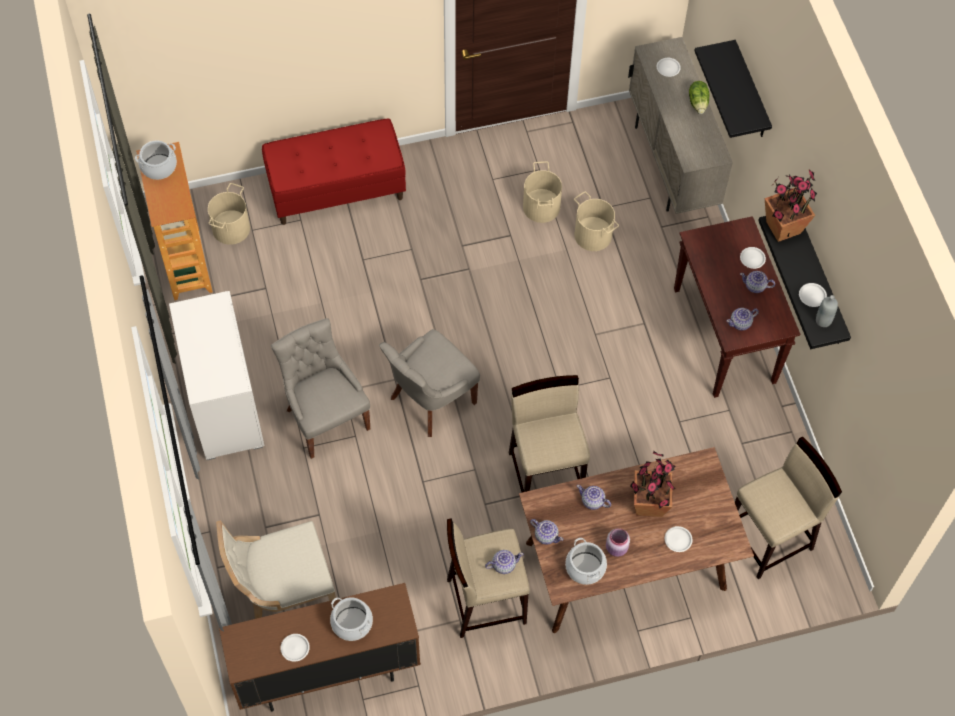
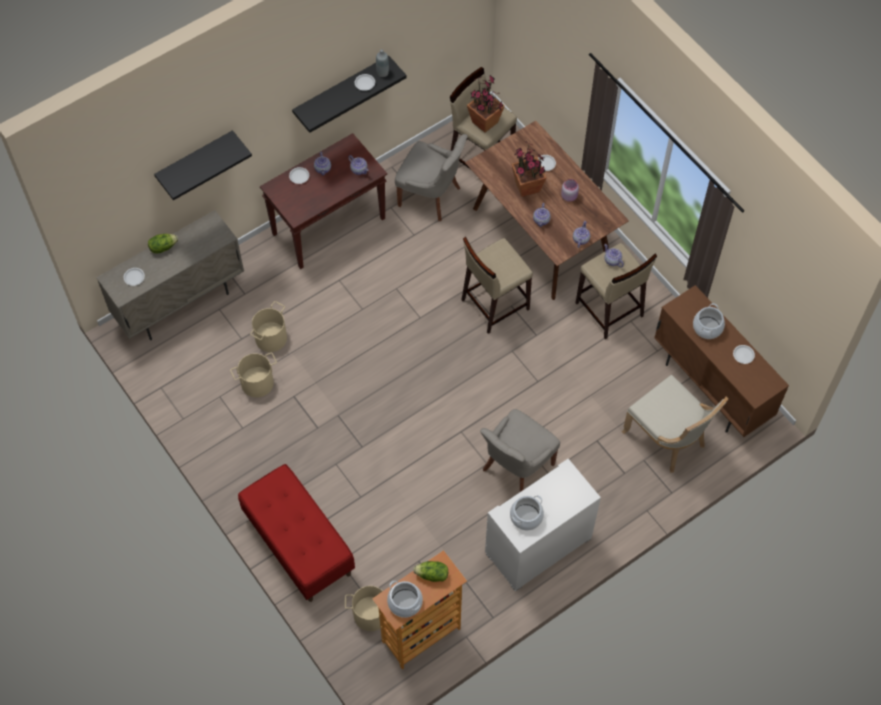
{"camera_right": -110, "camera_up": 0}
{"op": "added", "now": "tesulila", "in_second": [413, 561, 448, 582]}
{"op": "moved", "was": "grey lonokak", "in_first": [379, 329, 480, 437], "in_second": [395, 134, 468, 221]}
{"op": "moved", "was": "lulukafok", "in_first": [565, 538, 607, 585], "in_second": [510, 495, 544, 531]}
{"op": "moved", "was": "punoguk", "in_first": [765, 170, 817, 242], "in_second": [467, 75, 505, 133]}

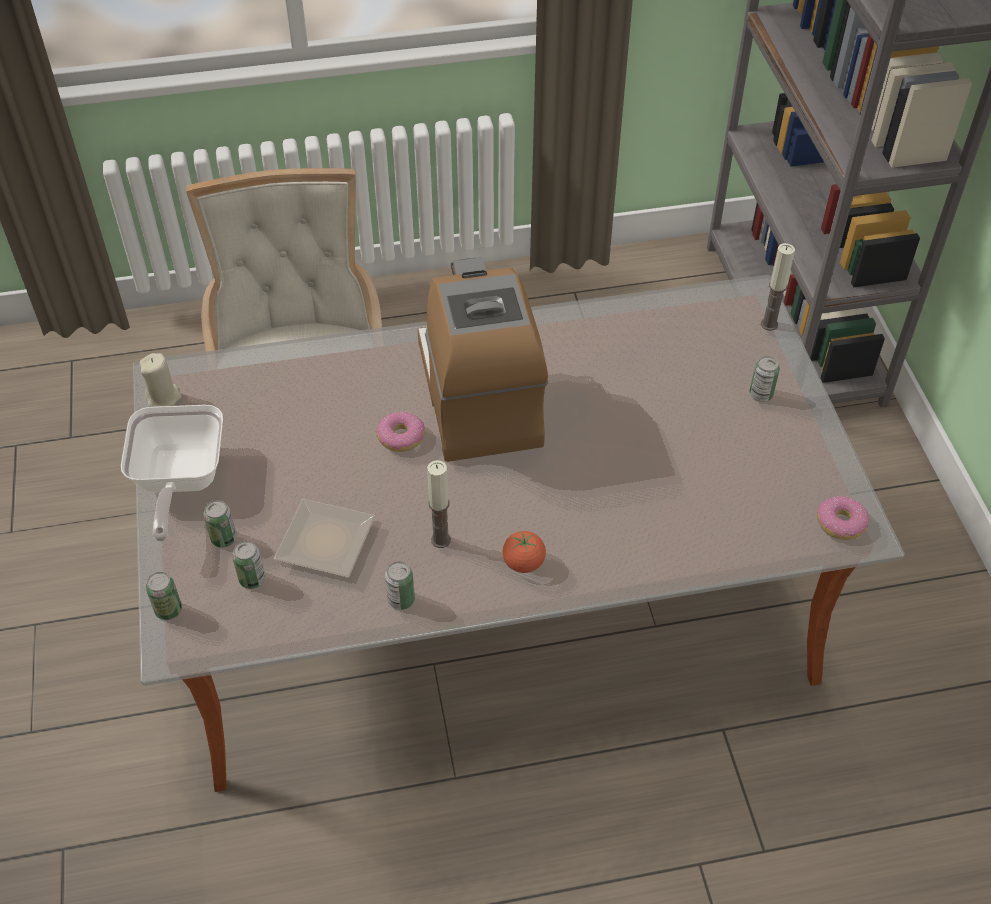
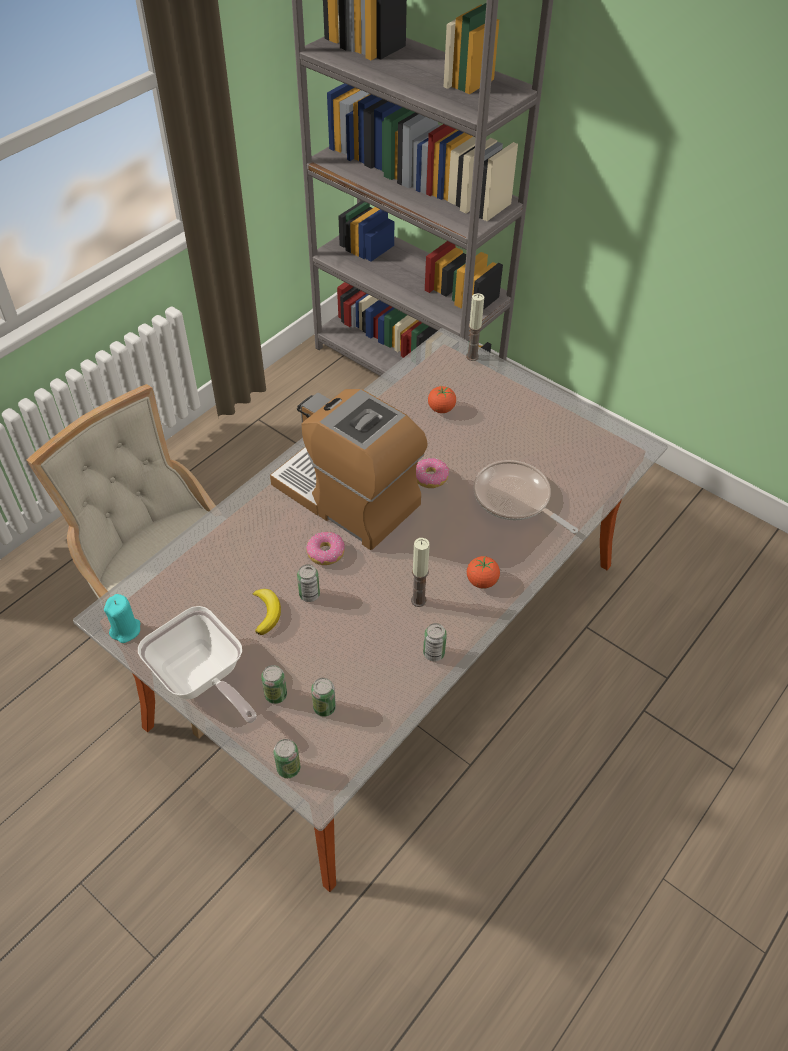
{"camera_right": -40, "camera_up": 0}
{"op": "removed", "was": "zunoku", "in_first": [274, 499, 375, 578]}
{"op": "added", "now": "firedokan", "in_second": [253, 589, 281, 635]}
{"op": "added", "now": "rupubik", "in_second": [428, 386, 456, 413]}
{"op": "added", "now": "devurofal", "in_second": [474, 460, 578, 534]}
{"op": "moved", "was": "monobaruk", "in_first": [750, 356, 780, 402], "in_second": [297, 564, 320, 602]}
{"op": "moved", "was": "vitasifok", "in_first": [817, 496, 869, 540], "in_second": [416, 458, 449, 488]}
{"op": "recoloured", "was": "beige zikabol", "now": "turquoise zikabol", "in_first": [140, 353, 181, 407], "in_second": [104, 594, 140, 643]}

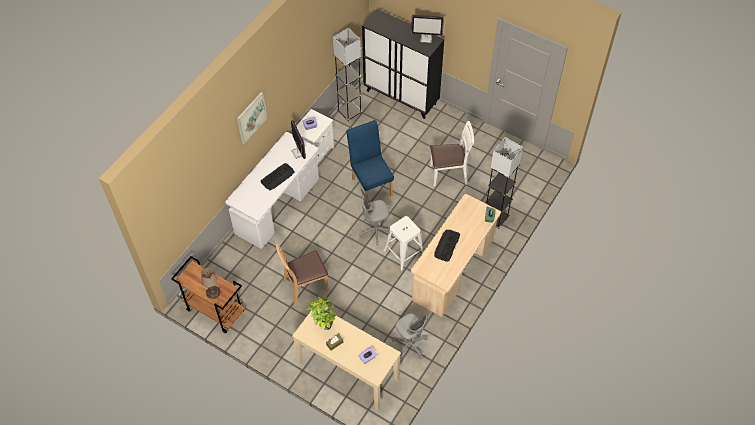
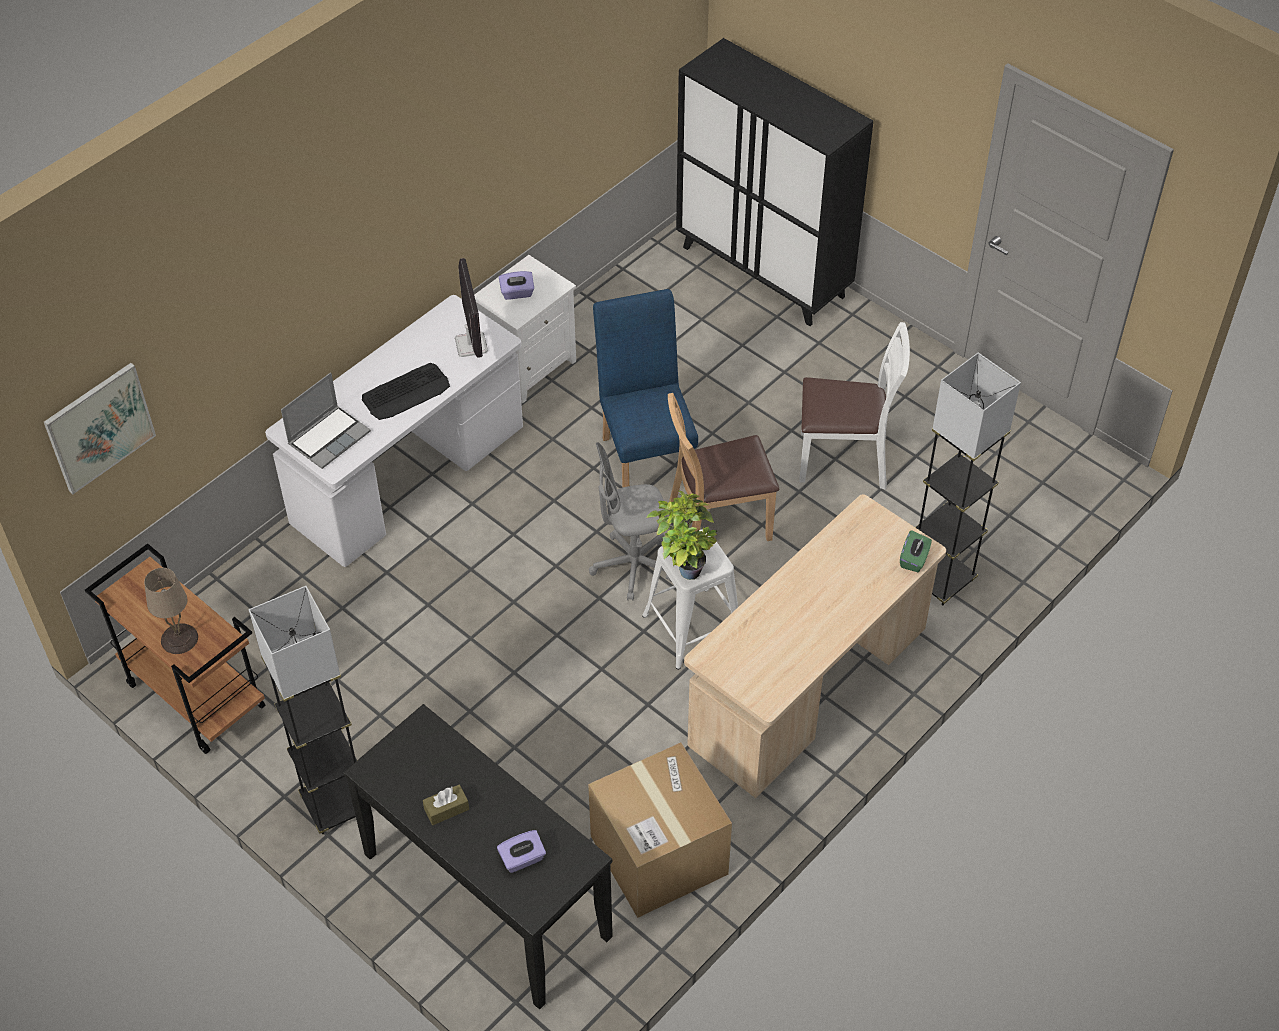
{"camera_right": 10, "camera_up": -5}
{"op": "removed", "was": "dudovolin", "in_first": [411, 15, 444, 43]}
{"op": "removed", "was": "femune", "in_first": [434, 230, 460, 262]}
{"op": "added", "now": "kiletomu", "in_second": [281, 372, 371, 469]}
{"op": "moved", "was": "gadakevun", "in_first": [237, 92, 267, 144], "in_second": [44, 363, 156, 494]}
{"op": "moved", "was": "brown lonokak", "in_first": [276, 244, 329, 306], "in_second": [668, 393, 779, 541]}
{"op": "moved", "was": "punoguk", "in_first": [306, 296, 336, 330], "in_second": [647, 490, 717, 580]}
{"op": "moved", "was": "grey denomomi", "in_first": [333, 28, 362, 122], "in_second": [249, 586, 357, 834]}
{"op": "replaced", "was": "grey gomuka", "now": "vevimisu", "in_first": [392, 313, 428, 359], "in_second": [588, 743, 732, 918]}
{"op": "recoloured", "was": "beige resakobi", "now": "black resakobi", "in_first": [292, 309, 401, 411], "in_second": [344, 704, 613, 1009]}

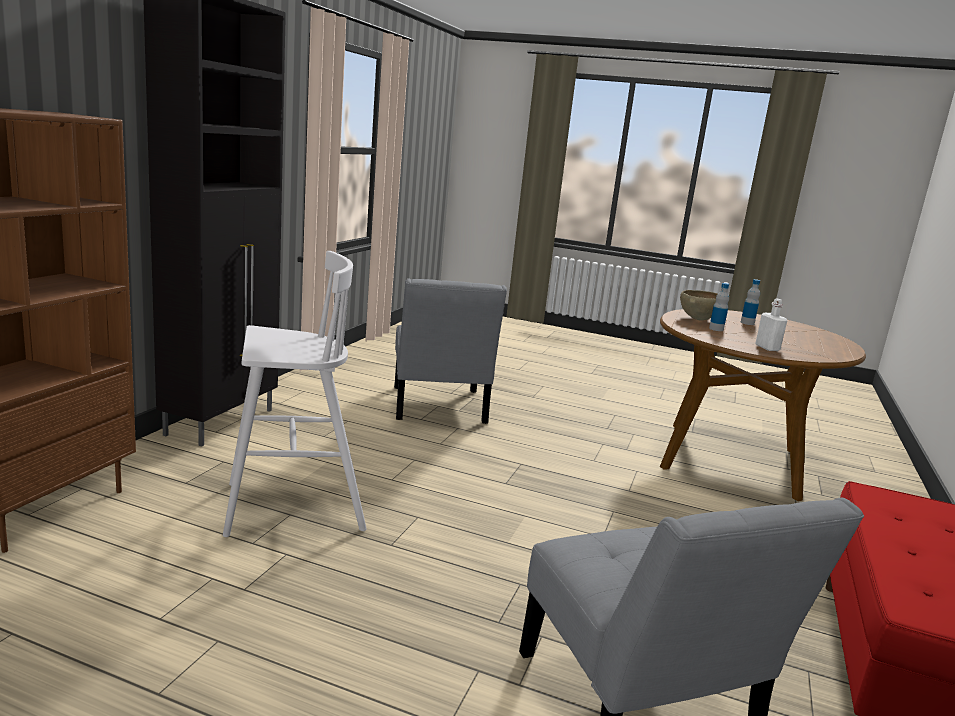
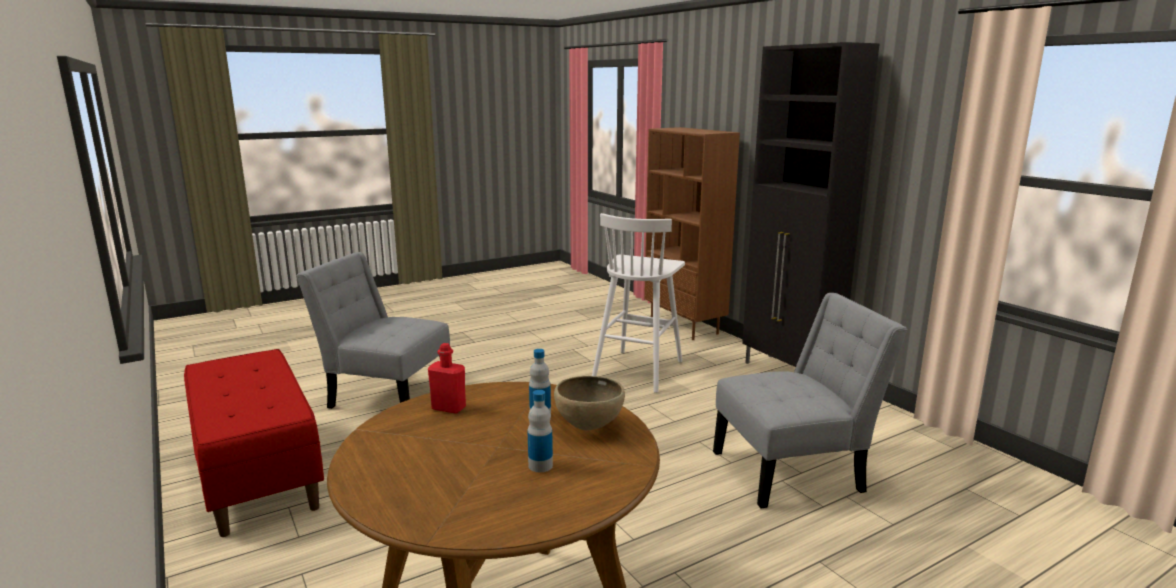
{"camera_right": 130, "camera_up": 0}
{"op": "recoloured", "was": "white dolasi", "now": "red dolasi", "in_first": [755, 299, 788, 351], "in_second": [428, 343, 466, 414]}
{"op": "turned", "was": "grey lonokak", "in_first": [394, 278, 507, 424], "in_second": [713, 293, 908, 509], "clockwise": 135}

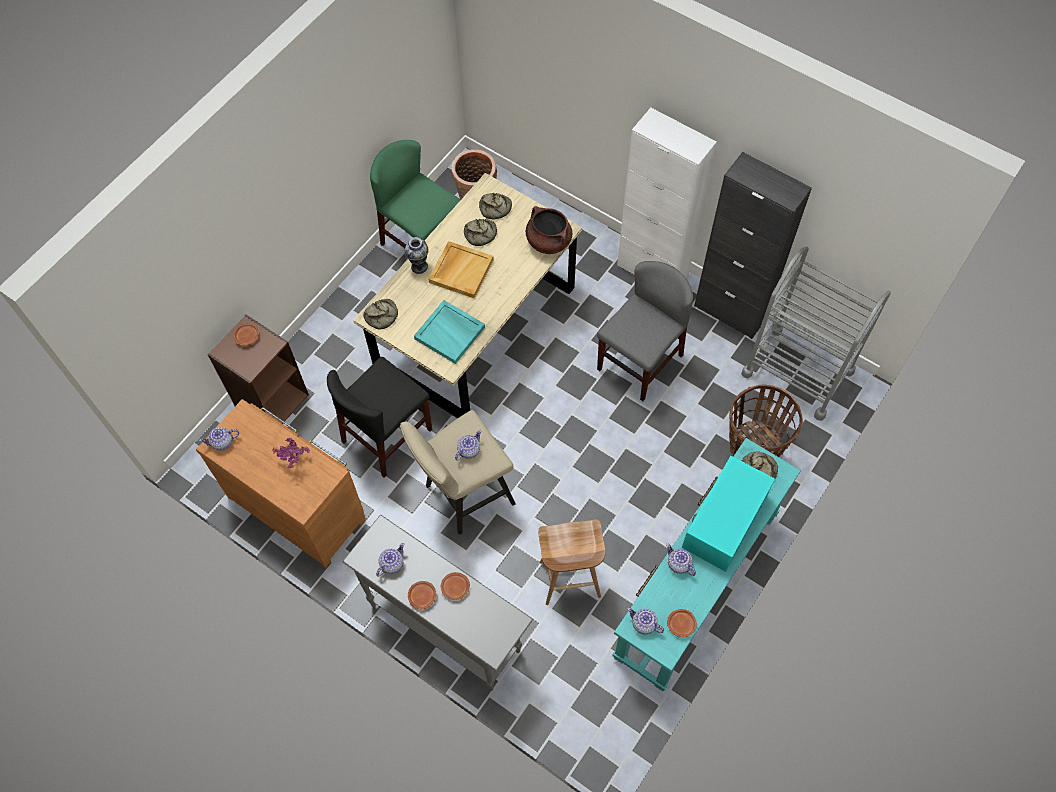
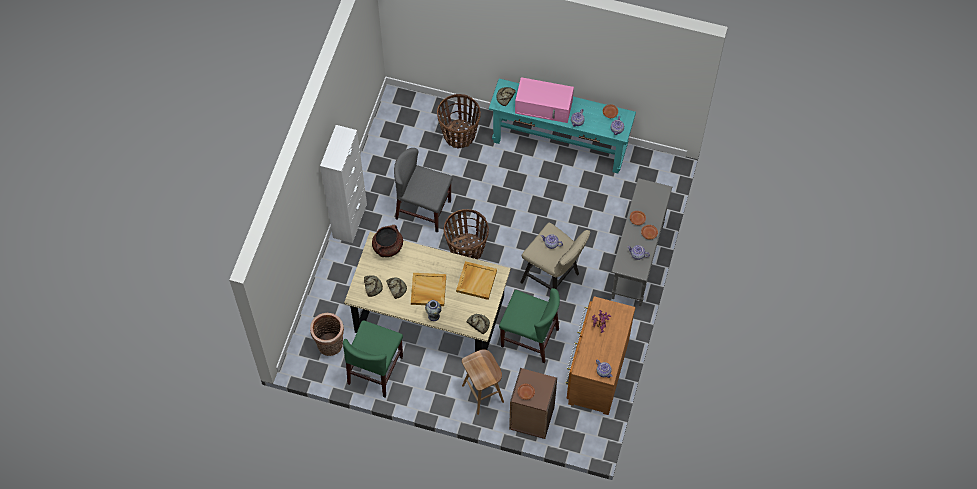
{"camera_right": -110, "camera_up": 0}
{"op": "removed", "was": "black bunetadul", "in_first": [694, 152, 812, 339]}
{"op": "removed", "was": "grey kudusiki", "in_first": [741, 247, 891, 421]}
{"op": "added", "now": "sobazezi", "in_second": [444, 209, 489, 259]}
{"op": "moved", "was": "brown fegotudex", "in_first": [538, 519, 606, 605], "in_second": [462, 349, 504, 415]}
{"op": "recoloured", "was": "black lonokak", "now": "green lonokak", "in_first": [327, 357, 432, 478], "in_second": [499, 288, 560, 363]}
{"op": "recoloured", "was": "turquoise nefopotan", "now": "beige nefopotan", "in_first": [414, 300, 485, 364], "in_second": [456, 261, 497, 300]}
{"op": "recoloured", "was": "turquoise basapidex", "now": "pink basapidex", "in_first": [682, 456, 775, 572], "in_second": [515, 77, 574, 123]}

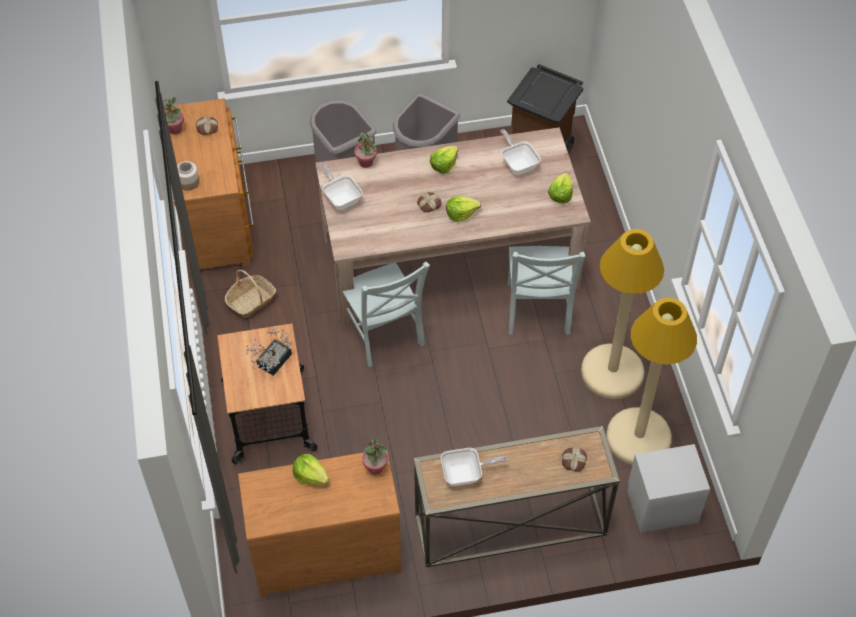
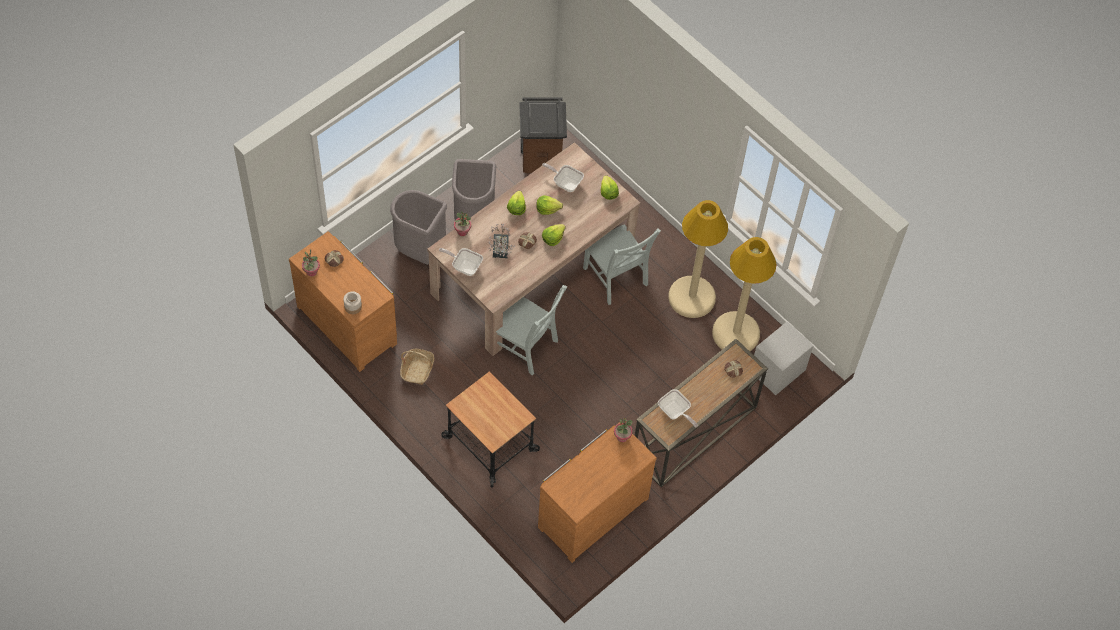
{"camera_right": -35, "camera_up": 5}
{"op": "moved", "was": "punoguk", "in_first": [246, 327, 292, 376], "in_second": [488, 223, 515, 258]}
{"op": "moved", "was": "tesulila", "in_first": [293, 454, 329, 485], "in_second": [536, 195, 563, 215]}
{"op": "turned", "was": "devurofal", "in_first": [441, 448, 507, 486], "in_second": [658, 389, 698, 428], "clockwise": 90}

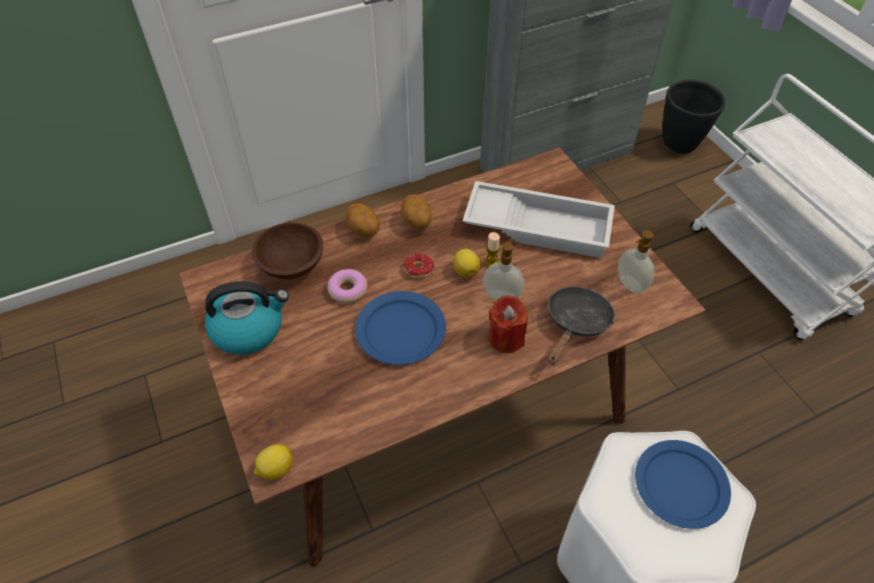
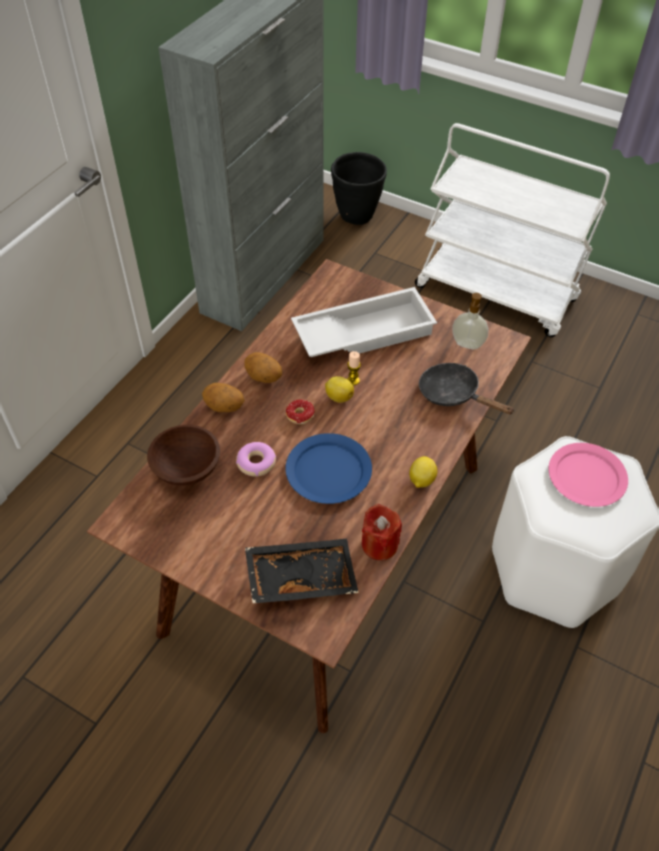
{"camera_right": -35, "camera_up": 0}
{"op": "removed", "was": "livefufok", "in_first": [205, 281, 289, 355]}
{"op": "removed", "was": "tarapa", "in_first": [483, 238, 524, 300]}
{"op": "added", "now": "black nefopotan", "in_second": [245, 539, 359, 603]}
{"op": "moved", "was": "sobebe", "in_first": [254, 444, 293, 480], "in_second": [409, 456, 437, 488]}
{"op": "moved", "was": "red zikabol", "in_first": [489, 296, 528, 353], "in_second": [362, 504, 402, 560]}
{"op": "recoloured", "was": "blue zunoku", "now": "pink zunoku", "in_first": [635, 440, 731, 529], "in_second": [548, 443, 628, 507]}
{"op": "turned", "was": "black devurofal", "in_first": [548, 287, 615, 365], "in_second": [419, 363, 515, 414], "clockwise": -45}

